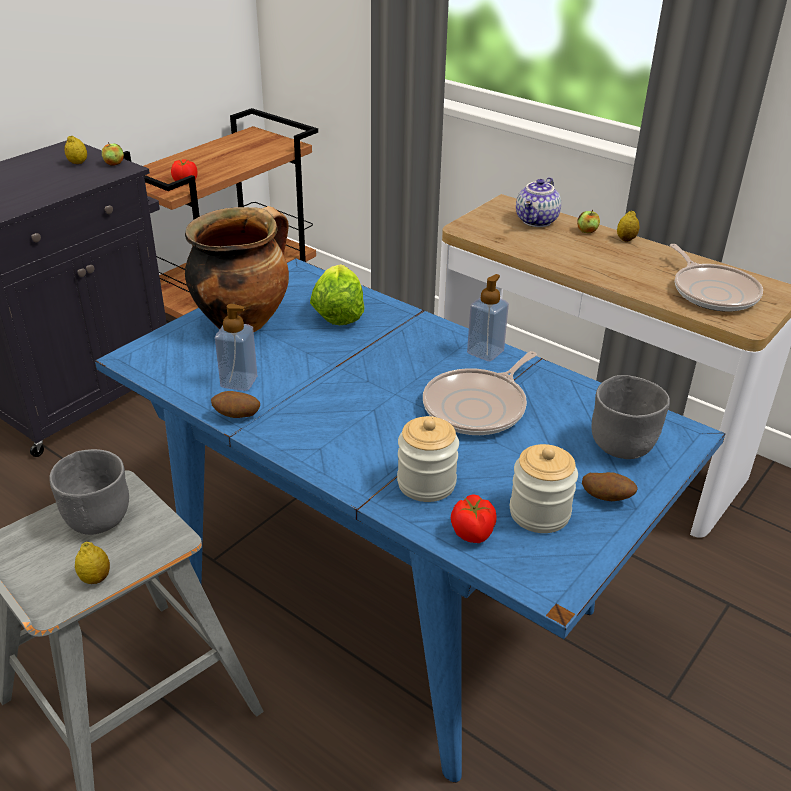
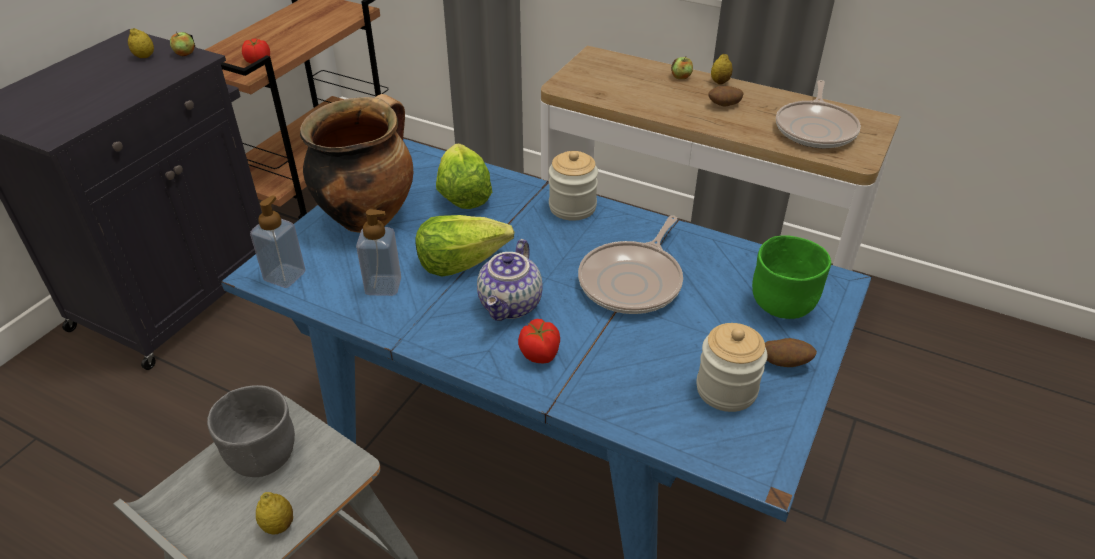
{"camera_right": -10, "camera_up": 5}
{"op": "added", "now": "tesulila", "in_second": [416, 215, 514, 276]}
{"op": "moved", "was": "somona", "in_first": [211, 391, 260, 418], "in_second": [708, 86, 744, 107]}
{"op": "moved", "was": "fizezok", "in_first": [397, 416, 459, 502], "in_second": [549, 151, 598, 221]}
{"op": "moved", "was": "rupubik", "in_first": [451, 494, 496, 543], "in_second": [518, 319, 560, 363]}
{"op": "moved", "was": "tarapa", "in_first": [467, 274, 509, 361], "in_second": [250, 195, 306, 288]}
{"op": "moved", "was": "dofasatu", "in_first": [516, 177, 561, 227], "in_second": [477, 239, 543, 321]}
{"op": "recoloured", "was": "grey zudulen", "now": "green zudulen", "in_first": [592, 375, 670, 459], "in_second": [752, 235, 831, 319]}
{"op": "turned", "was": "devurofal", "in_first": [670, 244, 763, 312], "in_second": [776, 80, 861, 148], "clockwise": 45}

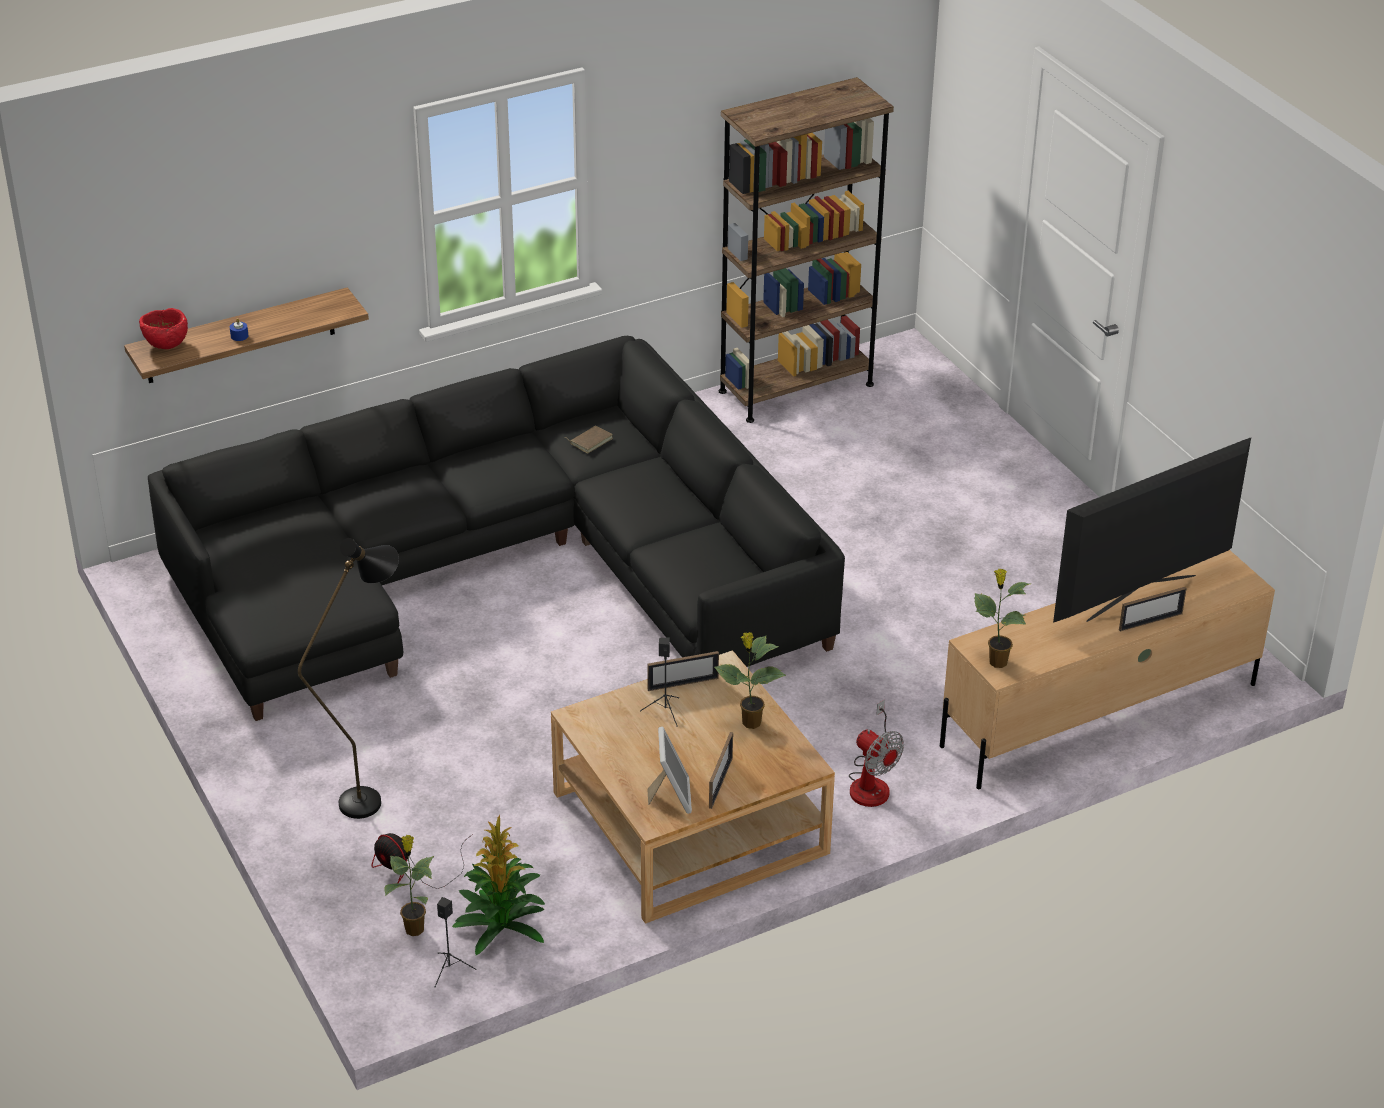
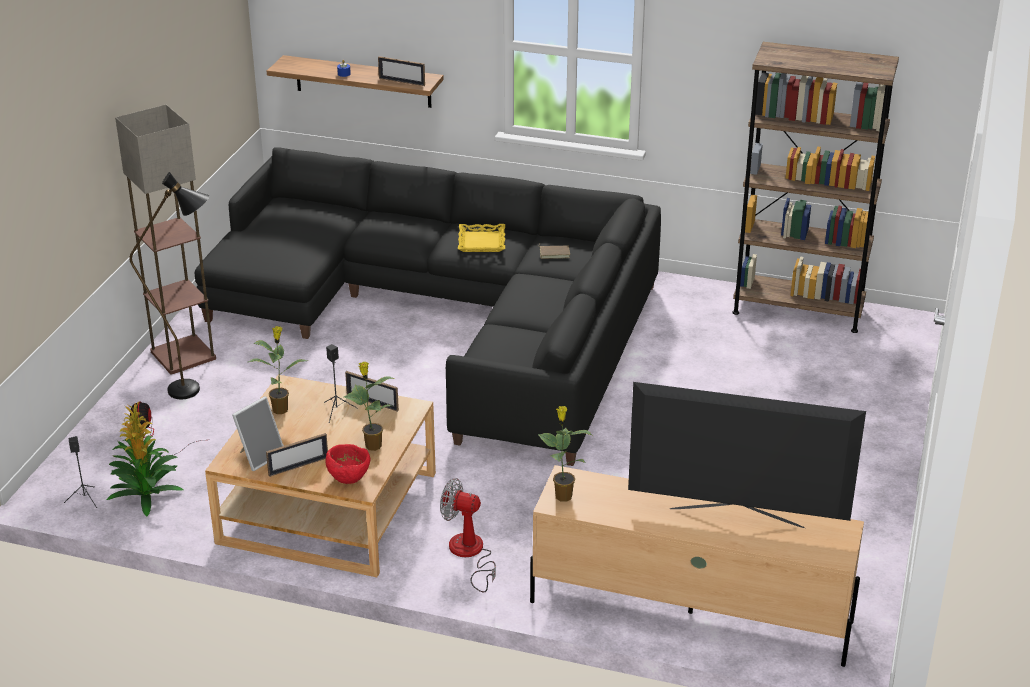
{"camera_right": 45, "camera_up": -5}
{"op": "added", "now": "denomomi", "in_second": [115, 105, 216, 374]}
{"op": "added", "now": "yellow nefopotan", "in_second": [458, 224, 505, 252]}
{"op": "moved", "was": "red zudulen", "in_first": [139, 308, 188, 349], "in_second": [326, 444, 370, 484]}
{"op": "moved", "was": "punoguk", "in_first": [384, 835, 434, 936], "in_second": [249, 326, 307, 414]}
{"op": "moved", "was": "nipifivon", "in_first": [1119, 587, 1187, 632], "in_second": [378, 56, 425, 86]}
{"op": "turned", "was": "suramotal", "in_first": [849, 699, 904, 807], "in_second": [440, 478, 496, 592], "clockwise": 105}

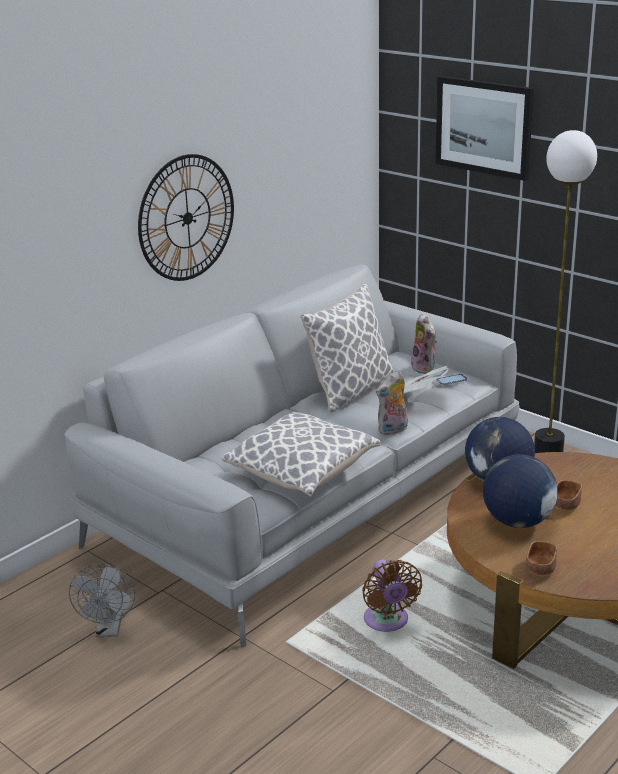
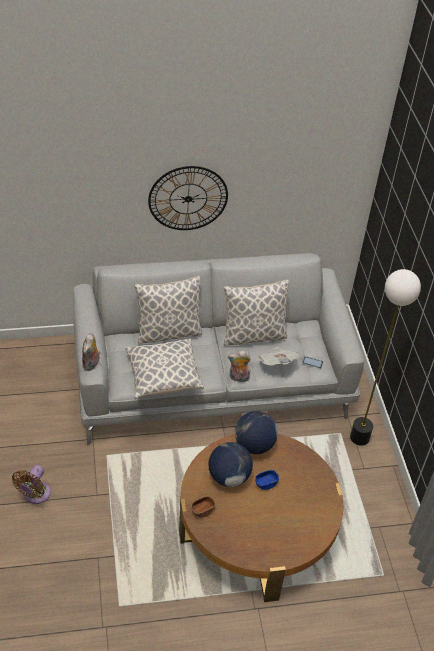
{"camera_right": 35, "camera_up": 20}
{"op": "removed", "was": "grey suramotal", "in_first": [69, 563, 135, 637]}
{"op": "removed", "was": "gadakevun", "in_first": [435, 76, 534, 181]}
{"op": "added", "now": "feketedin", "in_second": [134, 276, 202, 344]}
{"op": "moved", "was": "brown suramotal", "in_first": [362, 559, 422, 632], "in_second": [12, 465, 51, 504]}
{"op": "moved", "was": "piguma", "in_first": [411, 313, 437, 374], "in_second": [82, 333, 100, 371]}
{"op": "recoloured", "was": "brown zudulen", "now": "blue zudulen", "in_first": [555, 480, 582, 510], "in_second": [255, 470, 279, 490]}

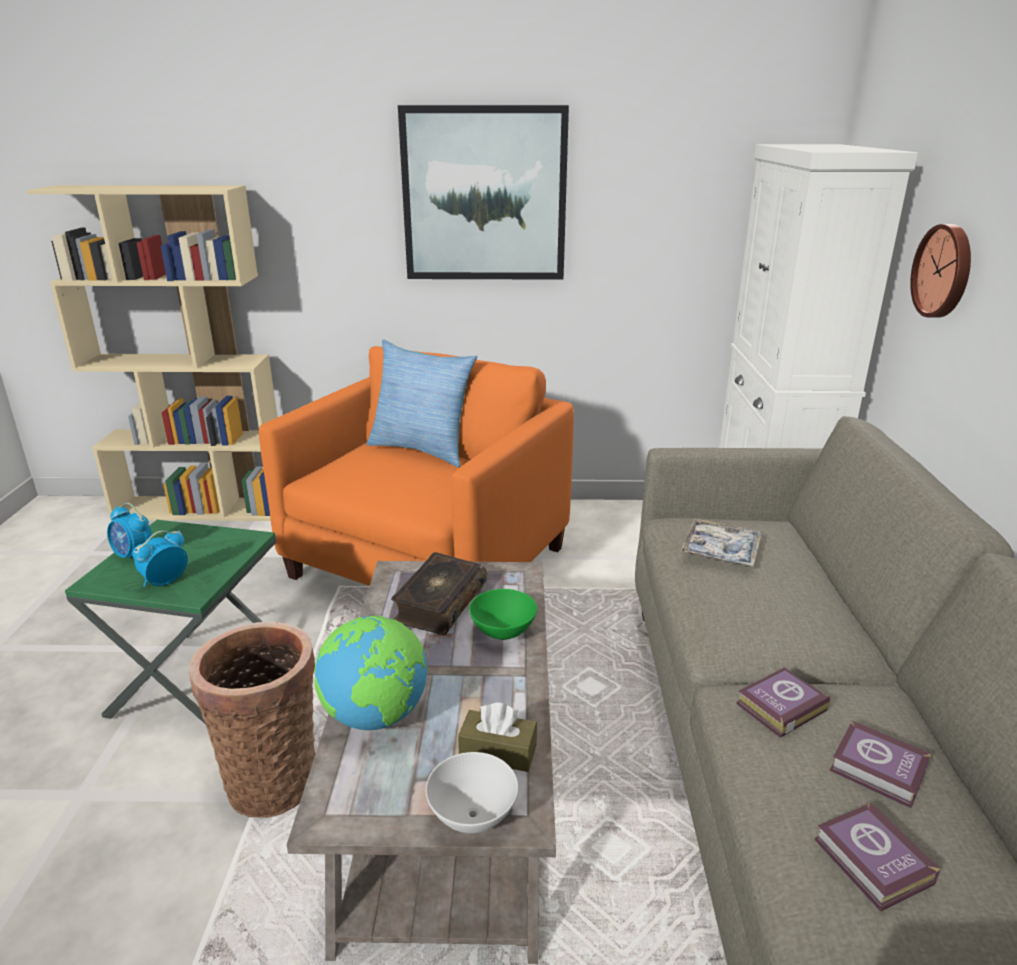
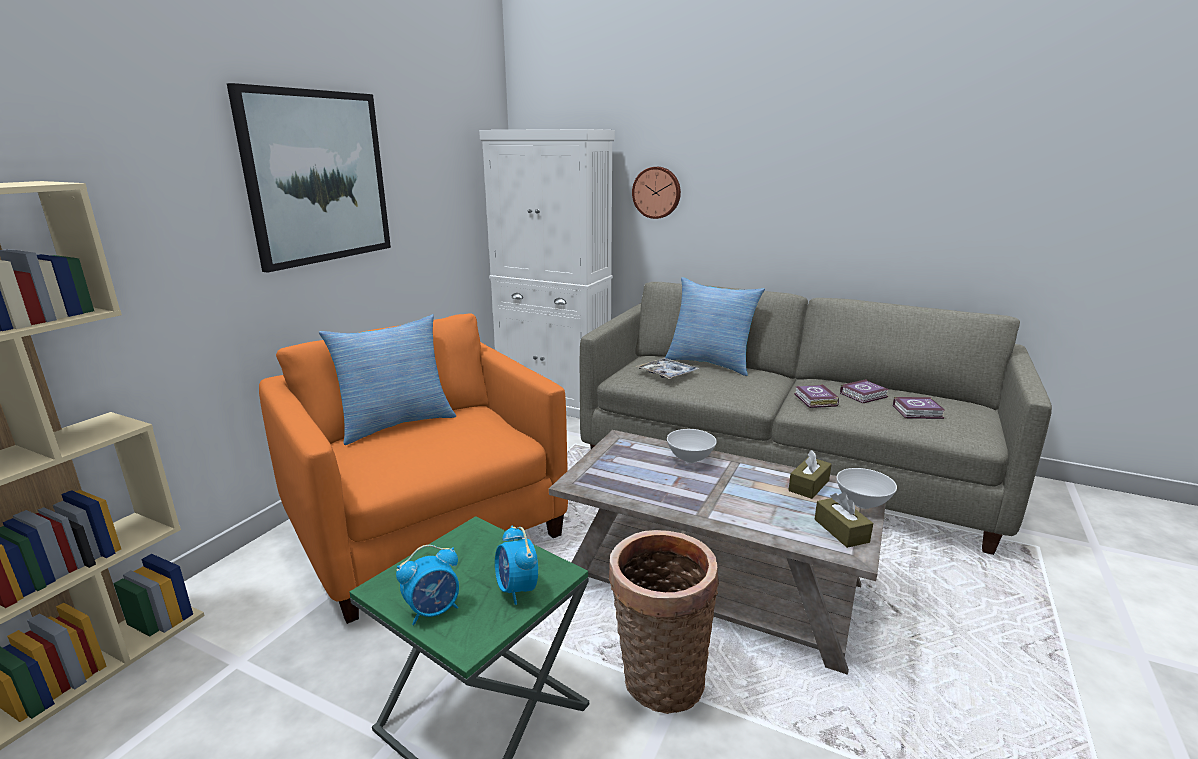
{"camera_right": -65, "camera_up": -5}
{"op": "removed", "was": "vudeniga", "in_first": [314, 616, 427, 730]}
{"op": "removed", "was": "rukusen", "in_first": [391, 552, 487, 635]}
{"op": "added", "now": "feketedin", "in_second": [665, 277, 765, 376]}
{"op": "added", "now": "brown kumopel", "in_second": [814, 492, 873, 548]}
{"op": "recoloured", "was": "green zudulen", "now": "white zudulen", "in_first": [469, 589, 537, 640], "in_second": [667, 429, 717, 463]}

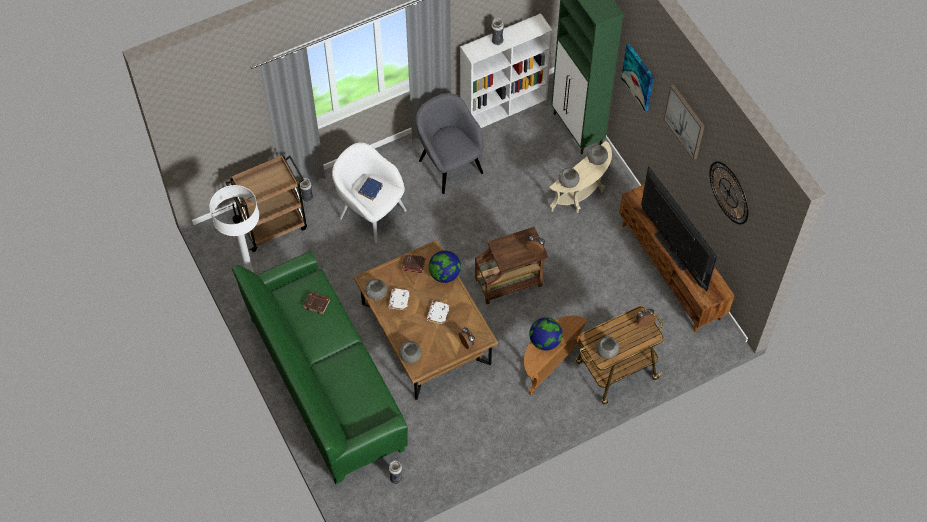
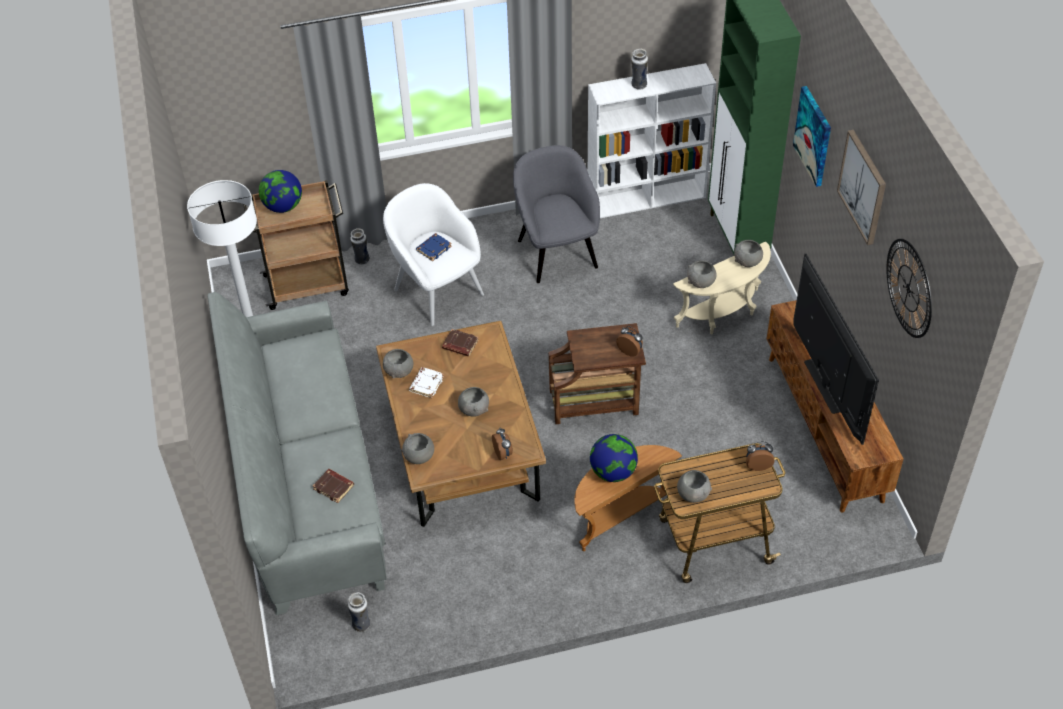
{"camera_right": 15, "camera_up": -10}
{"op": "moved", "was": "brown rukusen", "in_first": [303, 292, 330, 314], "in_second": [313, 469, 354, 503]}
{"op": "moved", "was": "vudeniga", "in_first": [429, 250, 461, 283], "in_second": [259, 170, 302, 213]}
{"op": "replaced", "was": "white rukusen", "now": "grey zudulen", "in_first": [427, 301, 450, 325], "in_second": [458, 387, 489, 417]}
{"op": "recoloured", "was": "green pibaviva", "now": "grey pibaviva", "in_first": [232, 250, 408, 484], "in_second": [207, 292, 387, 615]}

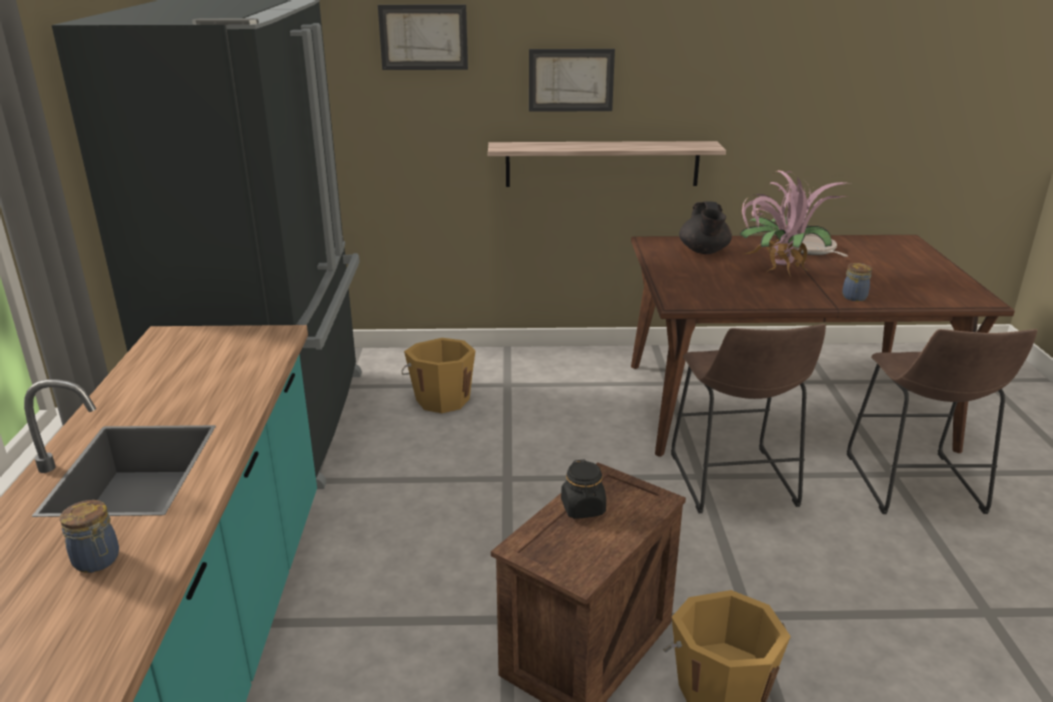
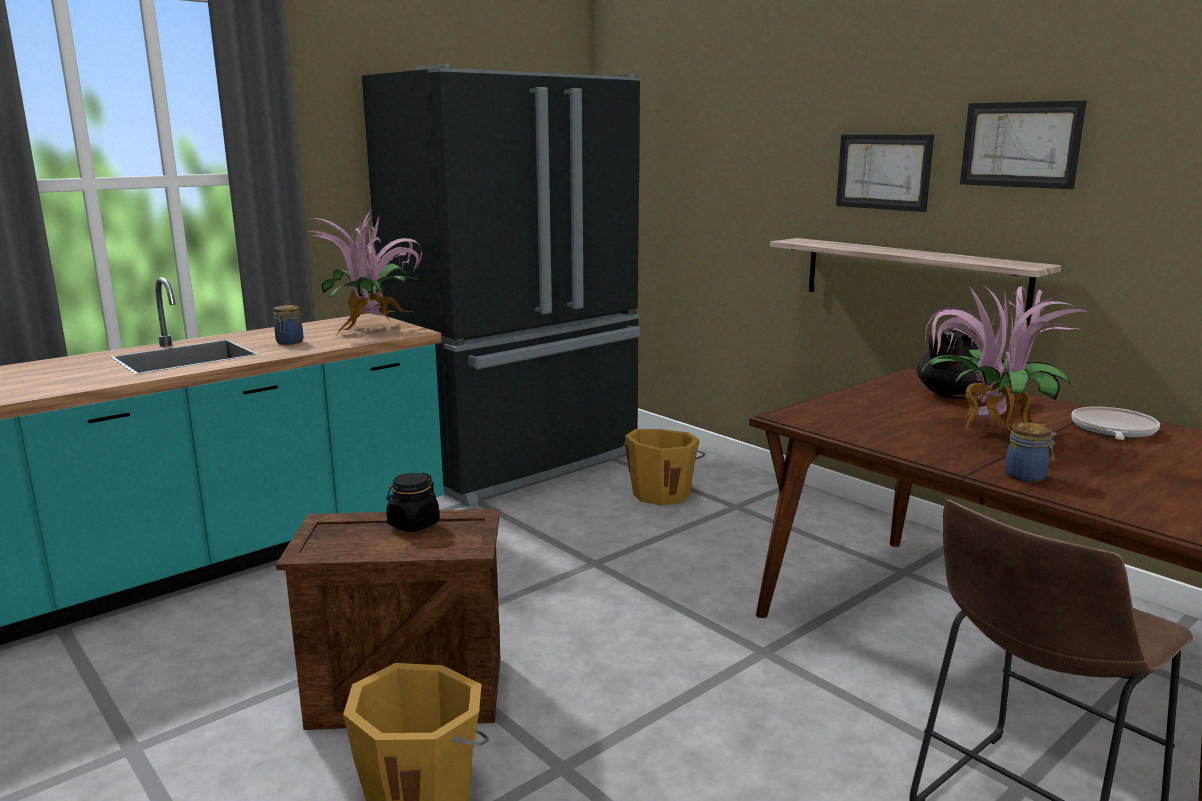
{"camera_right": 50, "camera_up": -10}
{"op": "removed", "was": "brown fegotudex", "in_first": [671, 324, 826, 513]}
{"op": "added", "now": "punoguk", "in_second": [308, 211, 422, 334]}
{"op": "moved", "was": "fizezok", "in_first": [60, 500, 119, 573], "in_second": [273, 305, 303, 345]}
{"op": "moved", "was": "gadakevun", "in_first": [378, 5, 468, 70], "in_second": [960, 100, 1087, 189]}

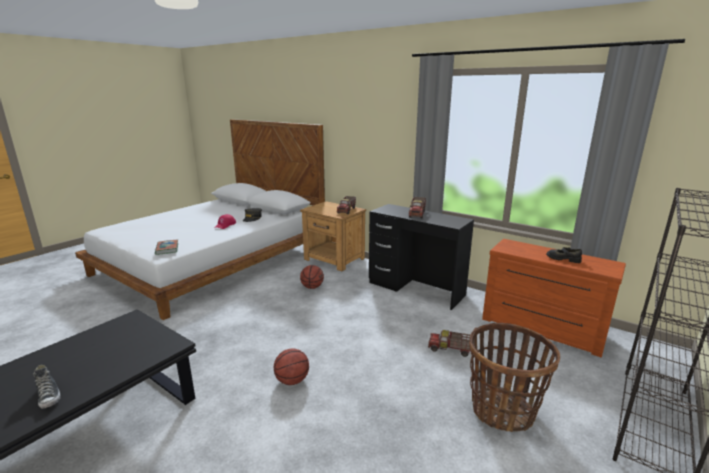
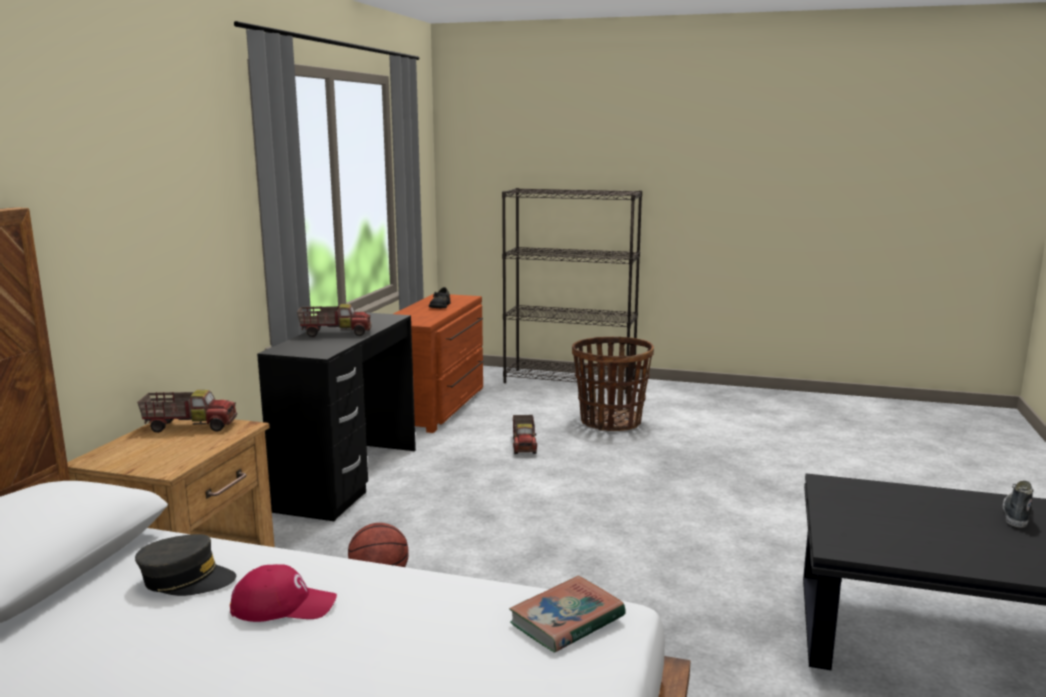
{"camera_right": -110, "camera_up": -5}
{"op": "removed", "was": "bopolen", "in_first": [274, 349, 309, 385]}

